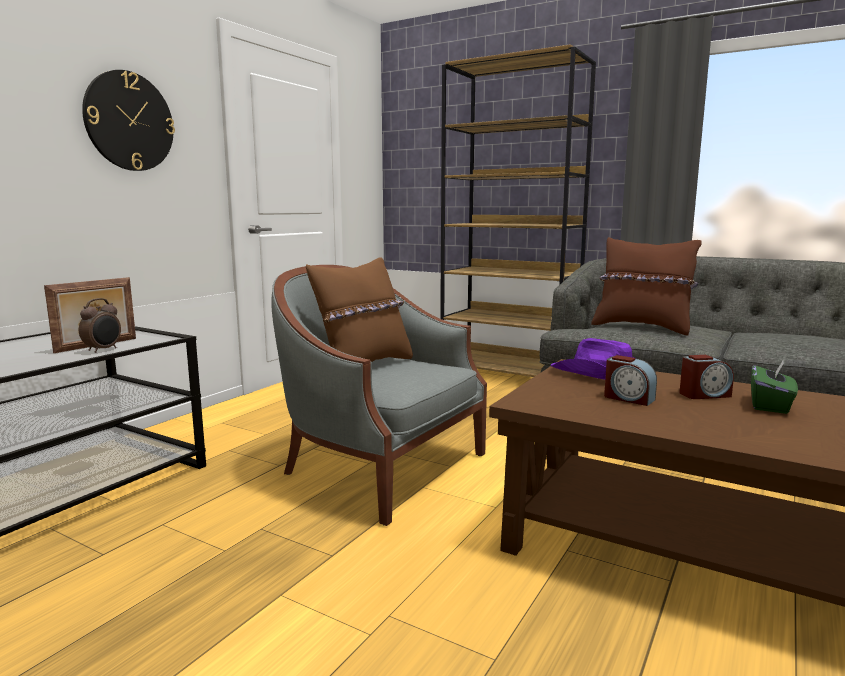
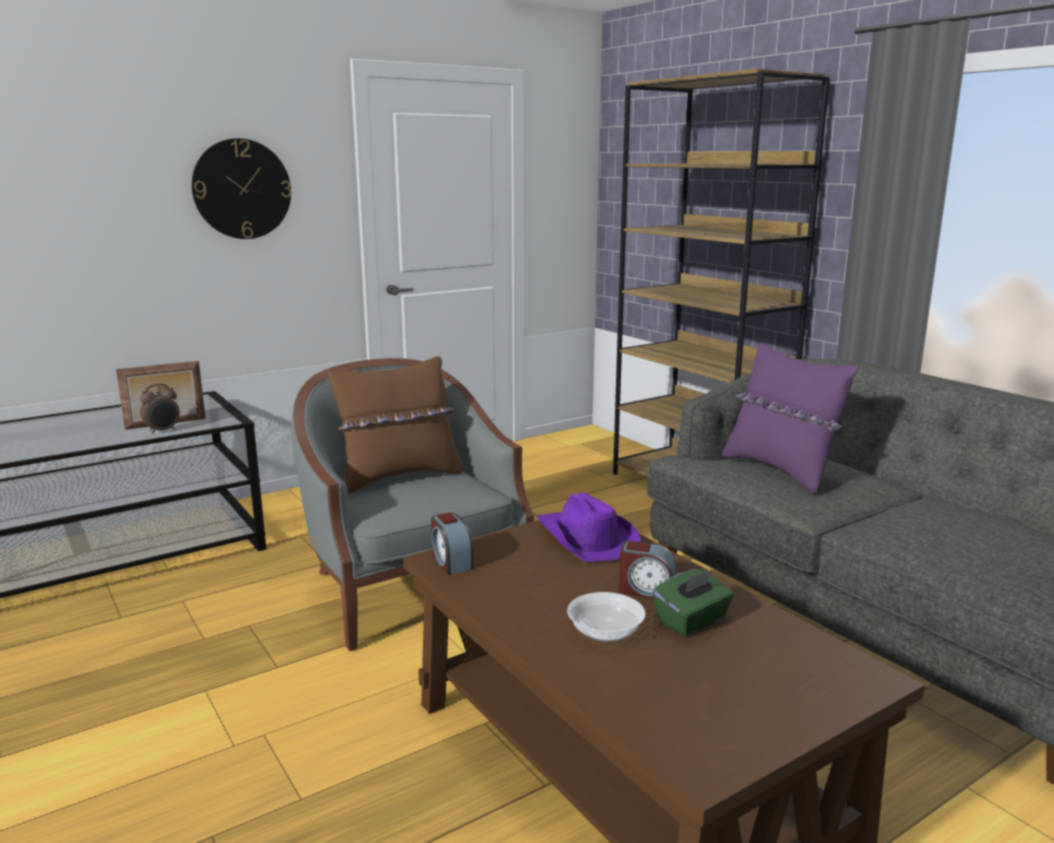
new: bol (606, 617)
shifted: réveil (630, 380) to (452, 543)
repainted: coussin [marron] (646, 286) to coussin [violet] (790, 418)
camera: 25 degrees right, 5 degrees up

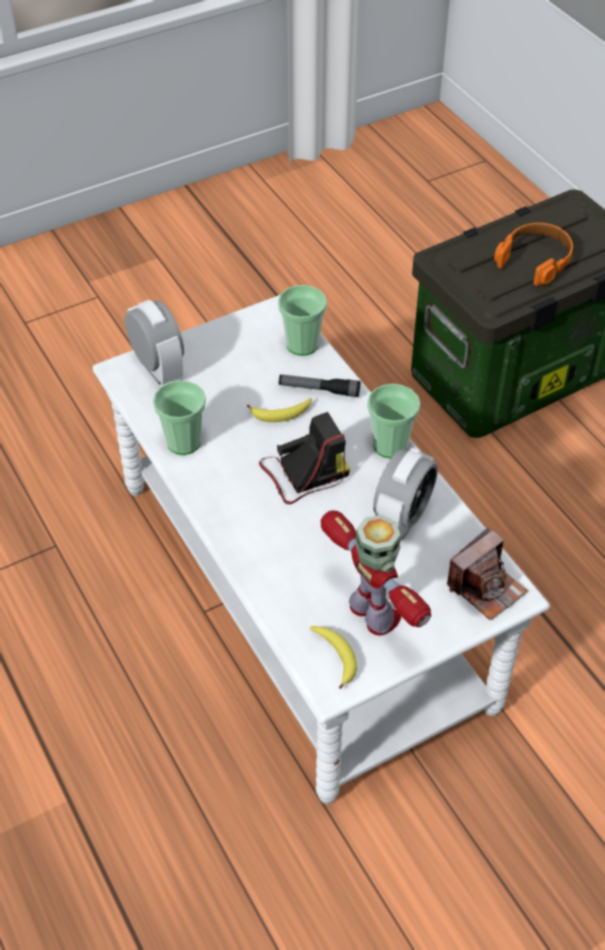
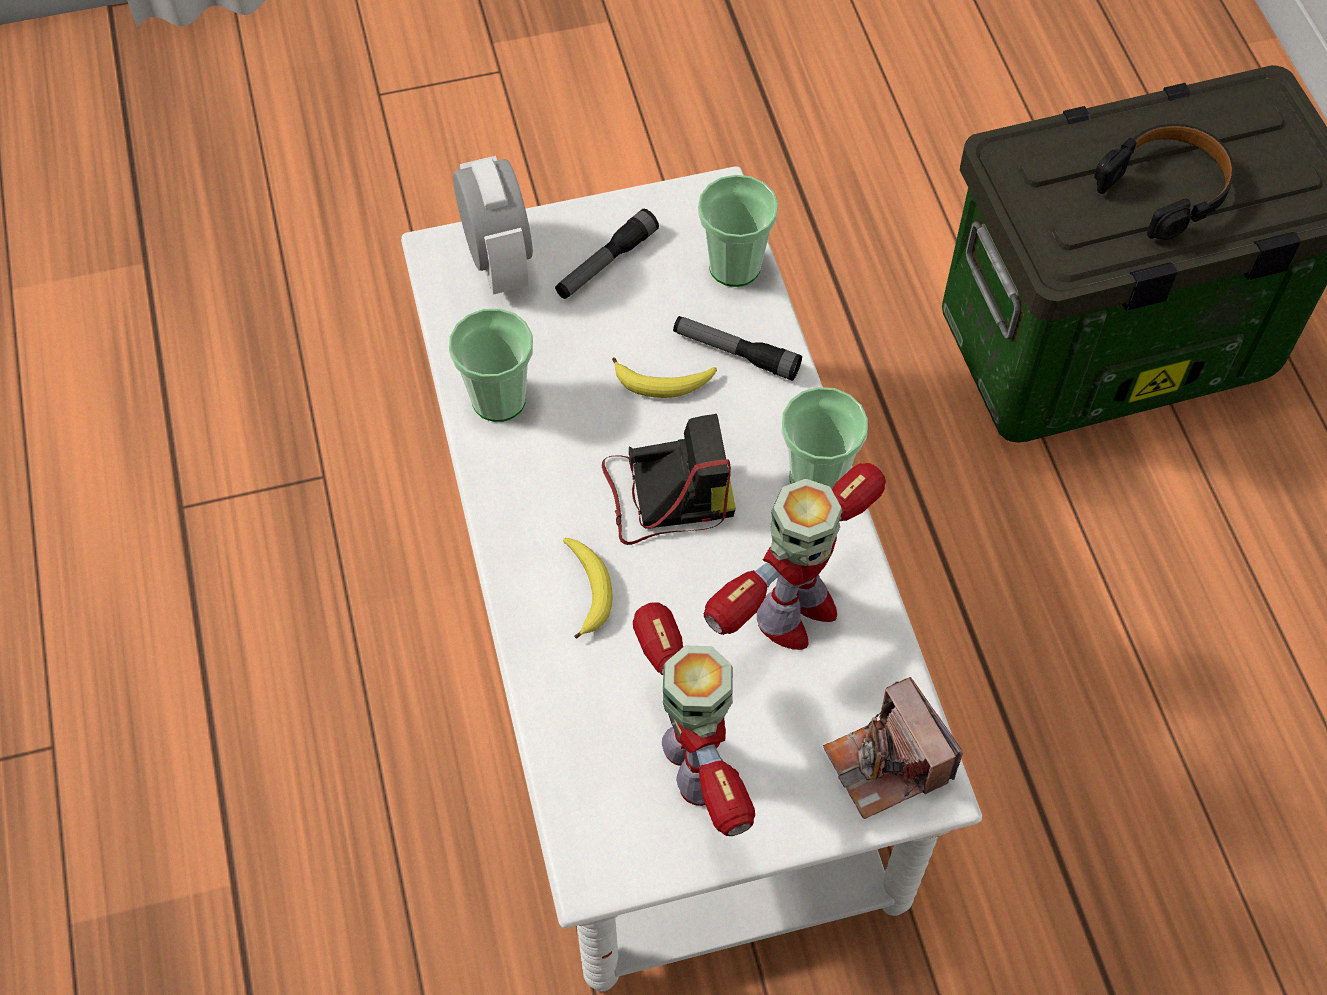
new: lampe de poche (607, 254)
shifted: banane (333, 657) to (588, 588)
swapped: réveil (405, 494) to robot jouet (795, 556)
repainted: casque audio [orange] (533, 254) to casque audio [noir] (1164, 182)
rotated: appareil photo (487, 574) = (893, 748) 90 degrees clockwise
camera: 15 degrees right, 10 degrees up

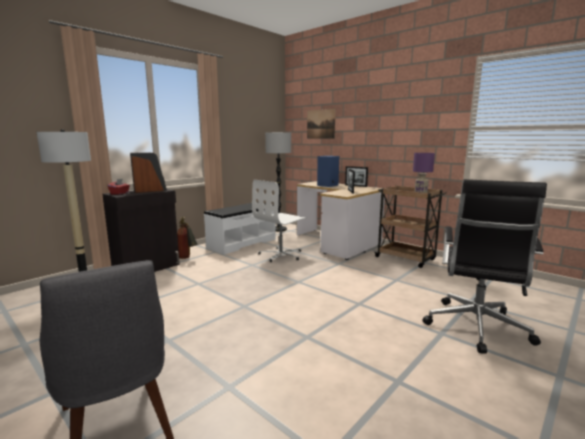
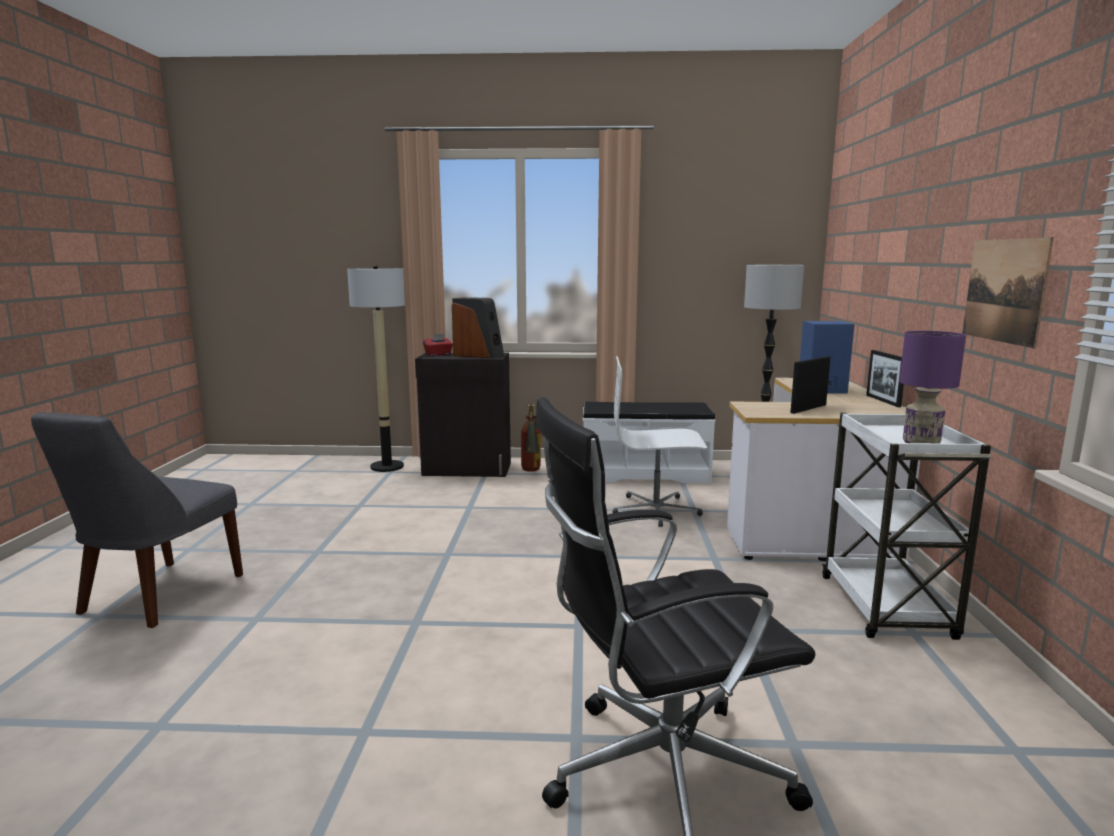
shifted: tableau (321, 124) to (1008, 292)
repainted: chariot [marron] (410, 226) to chariot [blanc] (906, 526)
camera: 50 degrees right, 0 degrees up

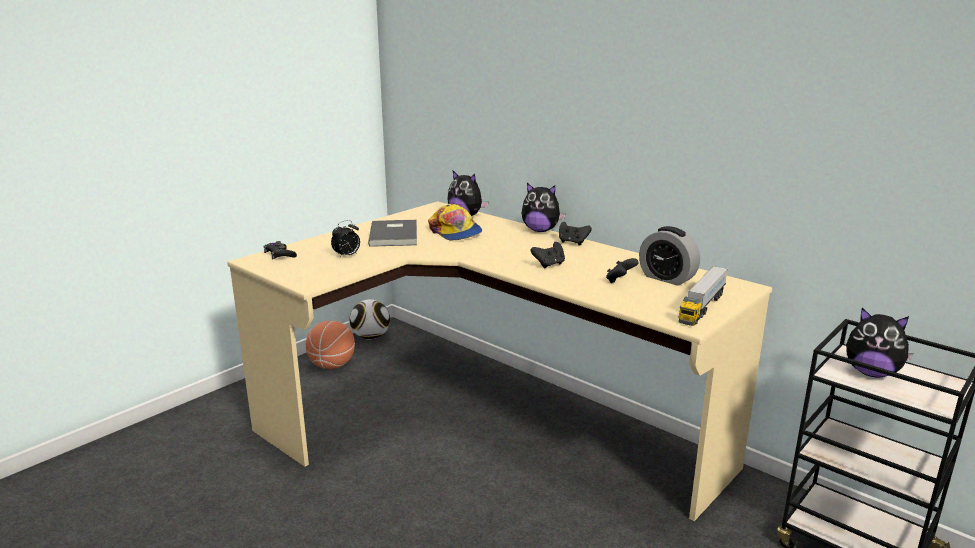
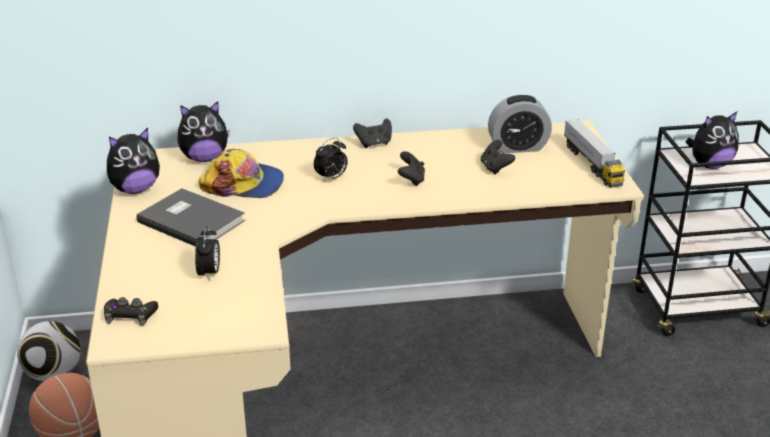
new: réveil (331, 159)
shifted: peluche (544, 207) to (133, 161)
camera: 50 degrees left, 10 degrees up

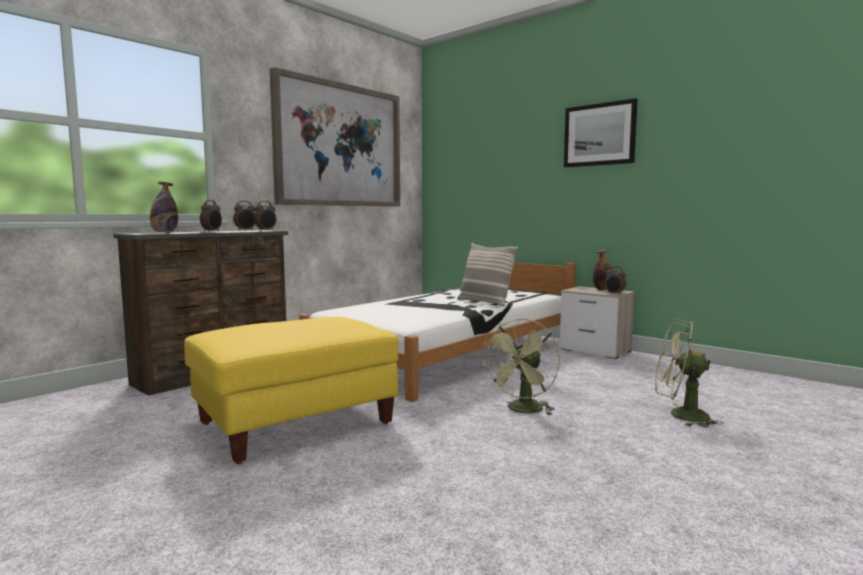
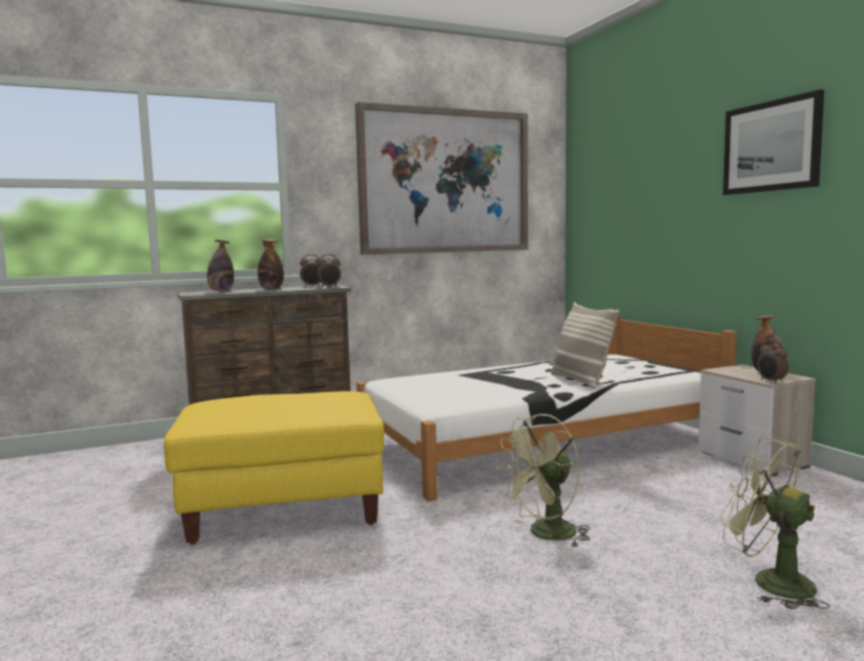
swapped: réveil (211, 216) to bouteille (270, 264)
camera: 25 degrees right, 0 degrees up

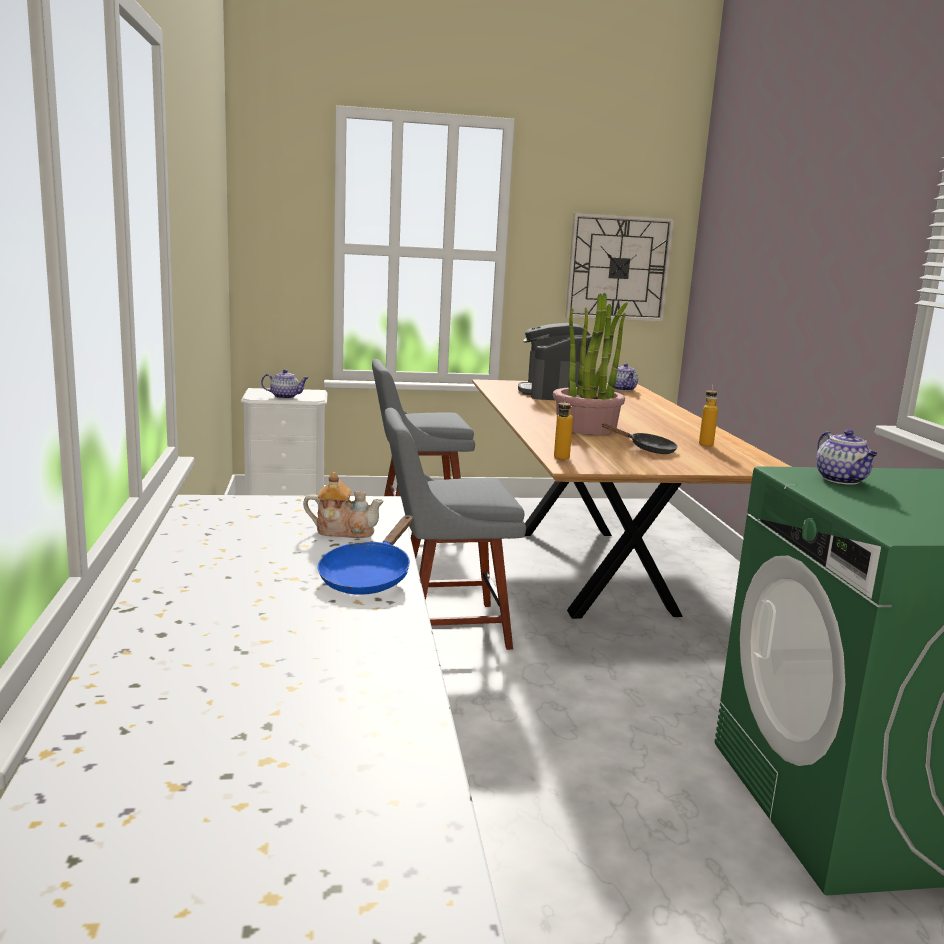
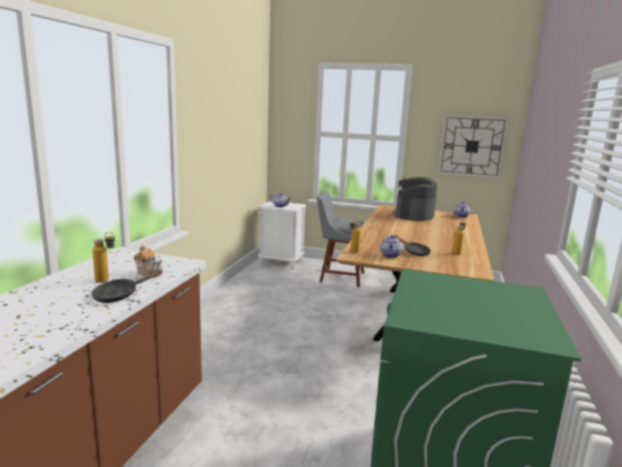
gone: plante en pot (590, 364); chaise [gris] (455, 529)
new: bouteille (103, 257)
shifted: théière (847, 457) to (391, 246)
repainted: poêle [bleu] (365, 555) to poêle [noir] (126, 286)
camera: 25 degrees right, 0 degrees up

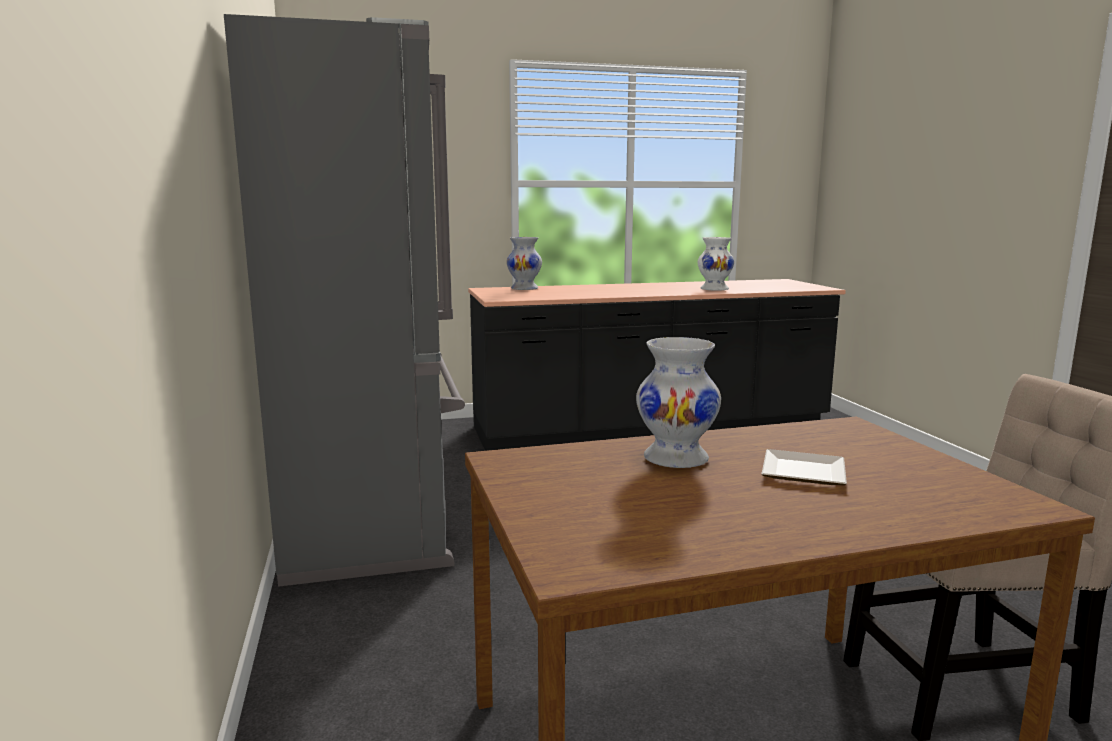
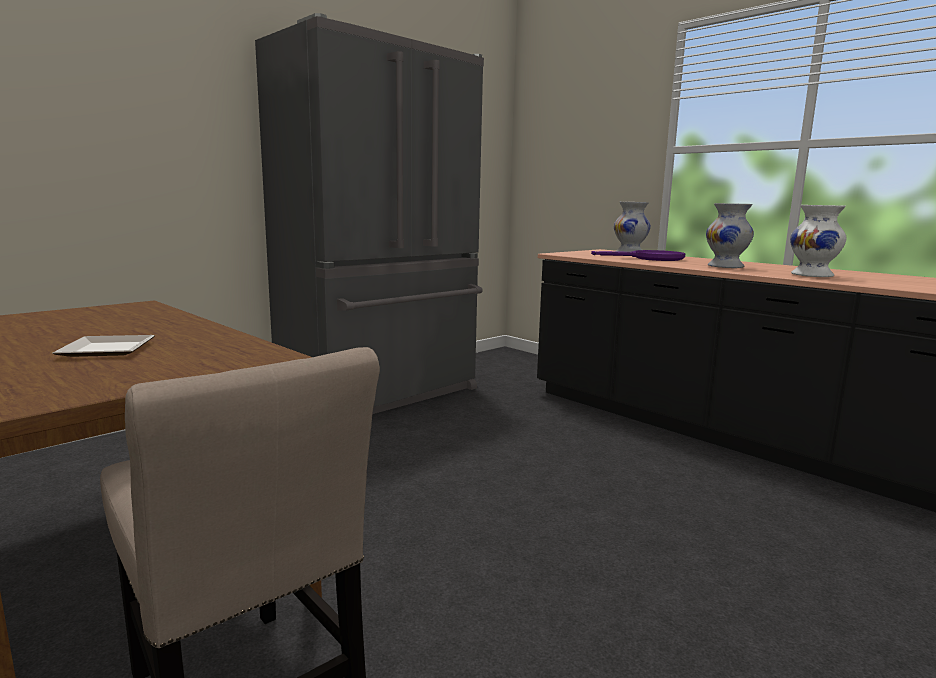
new: poêle [violet] (638, 255)
shifted: vase [blanc] (678, 402) to (730, 235)
camera: 60 degrees right, 0 degrees up

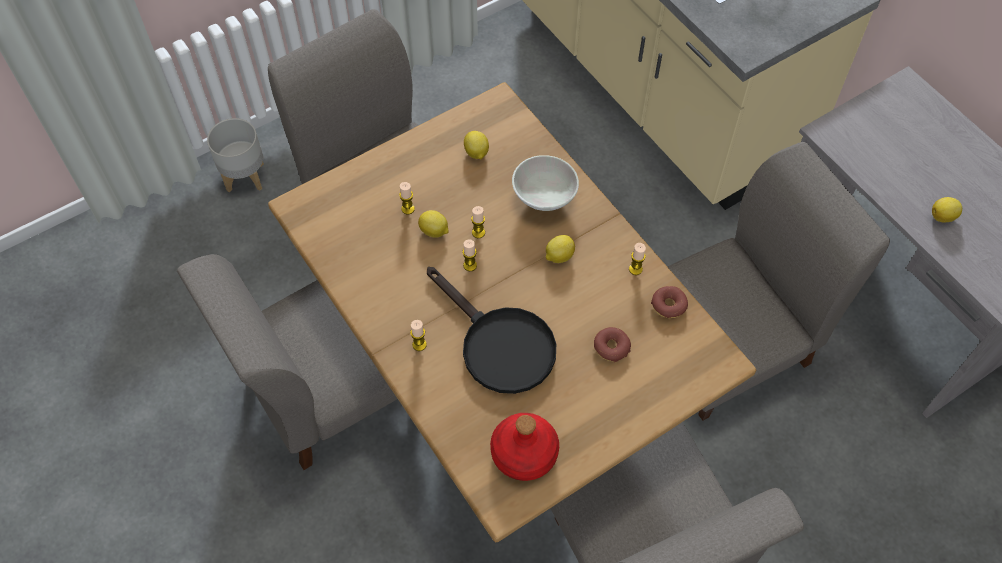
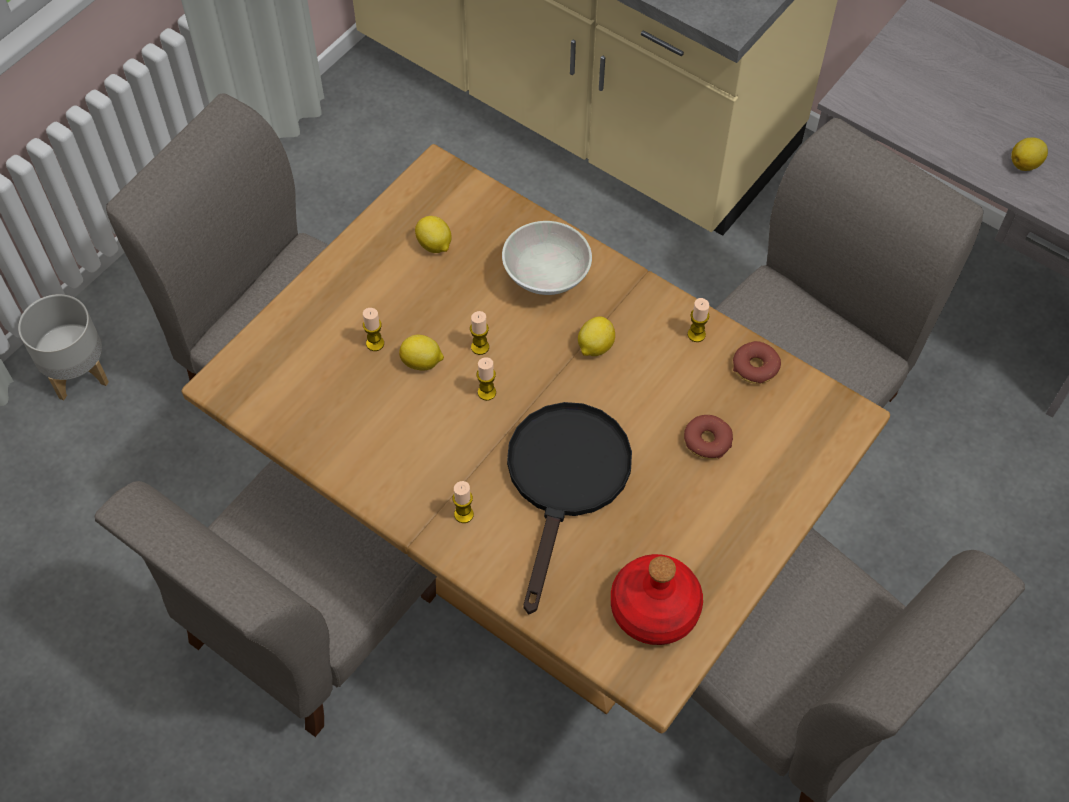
rotated: poêle [noir] (491, 330) = (569, 508) 105 degrees counterclockwise
camera: 20 degrees left, 0 degrees up

